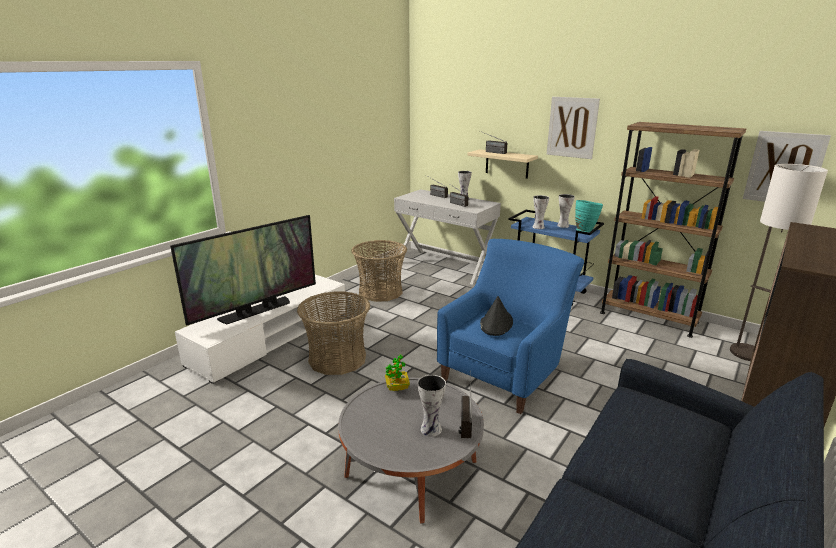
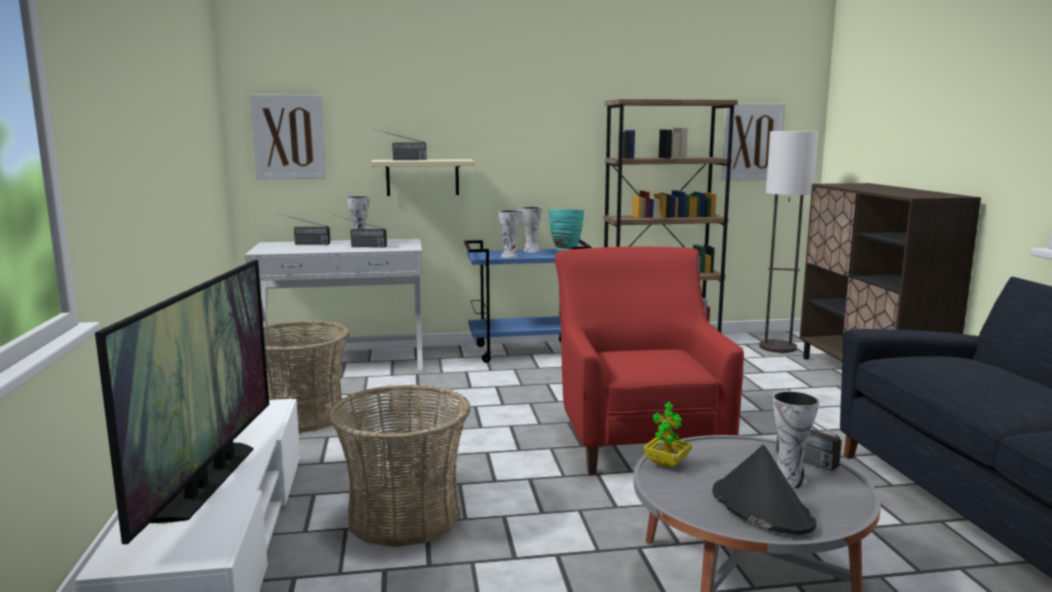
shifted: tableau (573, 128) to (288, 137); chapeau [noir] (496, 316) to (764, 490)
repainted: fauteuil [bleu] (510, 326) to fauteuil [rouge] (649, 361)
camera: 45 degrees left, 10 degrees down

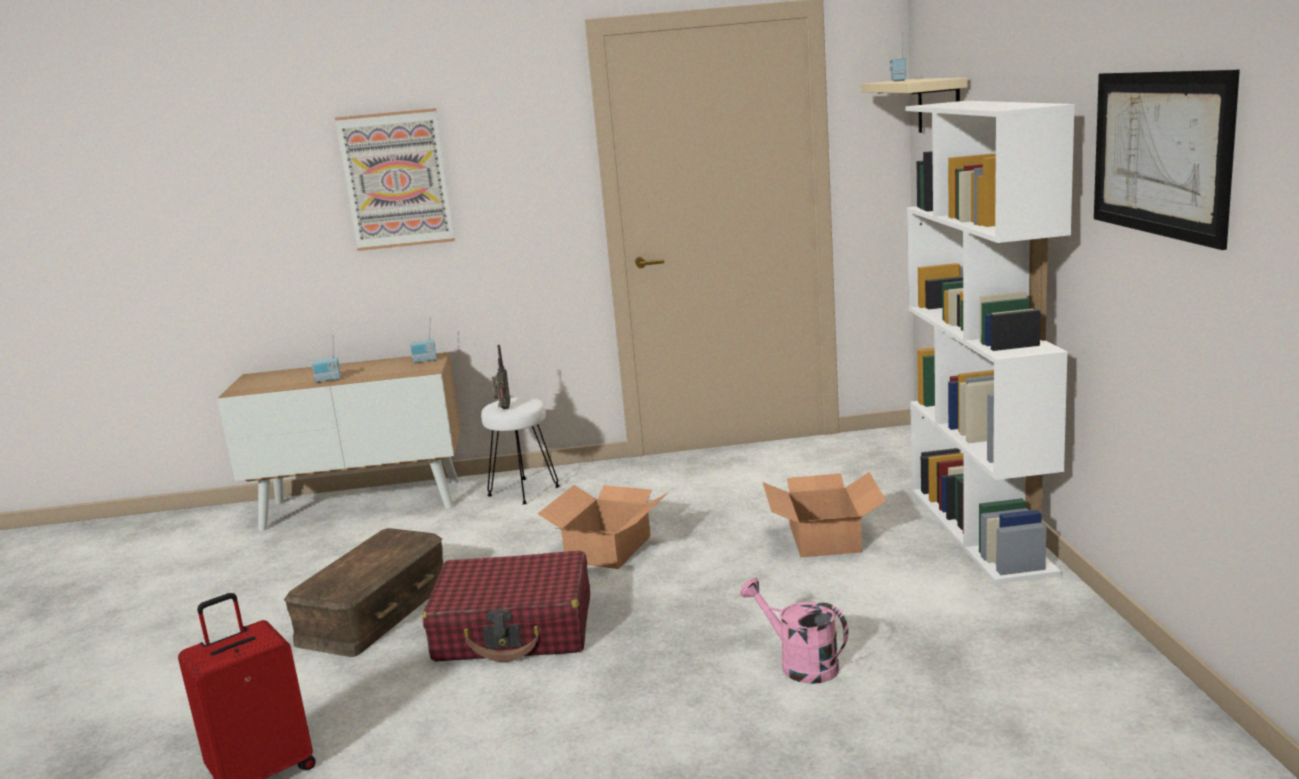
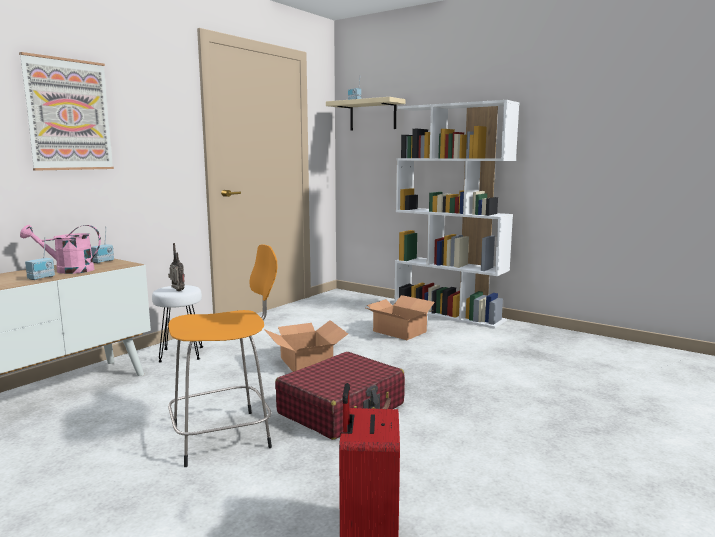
gone: tableau (1167, 160)
shifted: arrosoir [rose] (794, 631) to (60, 249)
swapped: boîte de rangement [marron] (363, 592) to tabouret [orange] (223, 355)
camera: 50 degrees left, 5 degrees down

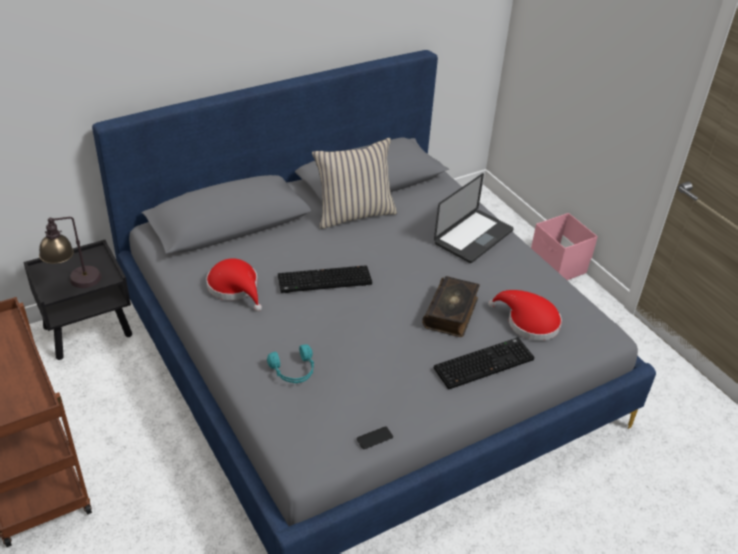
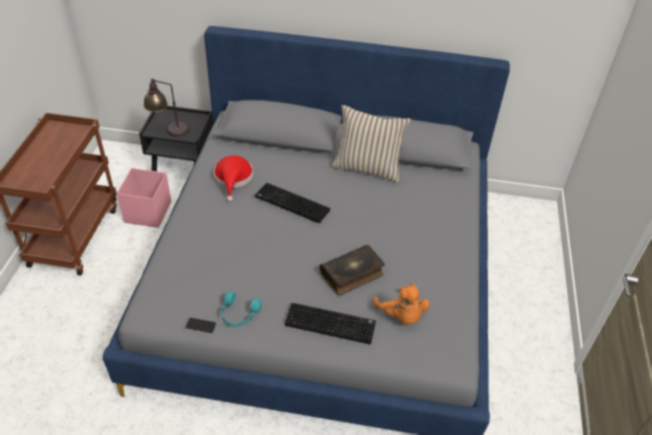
gone: ordinateur portable (474, 218)
shifted: boîte de rangement [rose] (564, 246) to (144, 198); casque audio [turquoise] (290, 363) to (241, 309)
swapped: chapeau [rouge] (525, 315) to peluche [orange] (402, 303)
camera: 40 degrees right, 5 degrees up

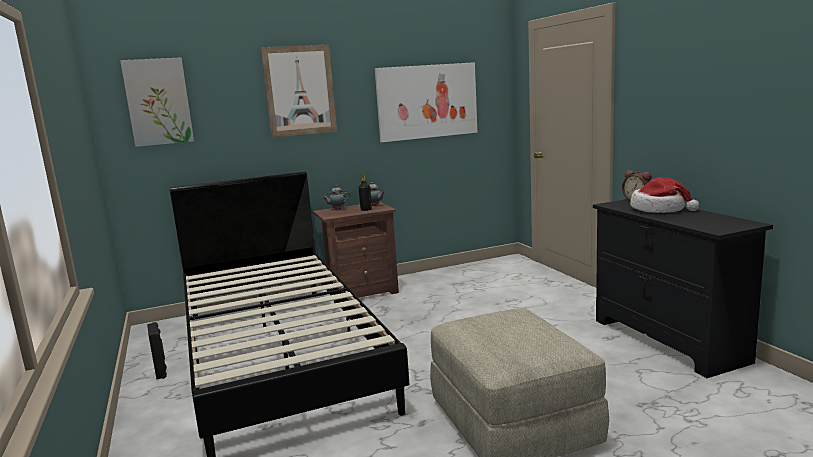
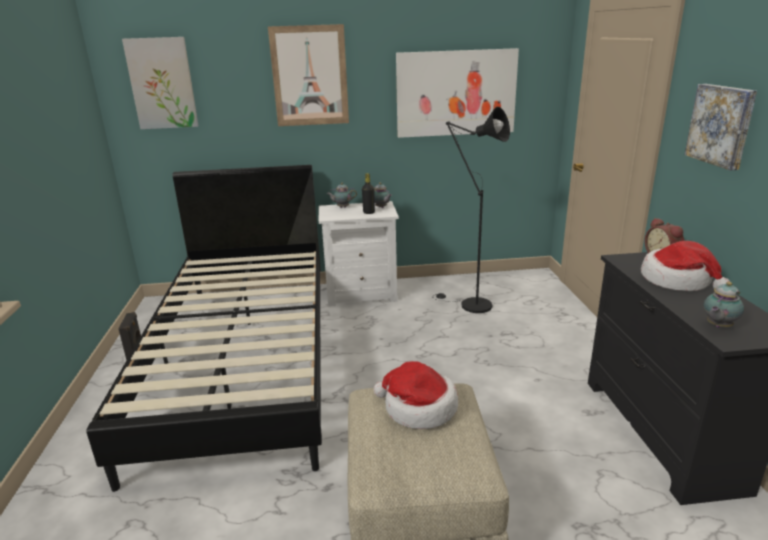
new: tableau (720, 127); lampadaire [noir] (472, 210); théière (723, 305); chapeau (416, 395)
repainted: table de chevet [marron] (356, 252) to table de chevet [blanc] (359, 254)
camera: 15 degrees right, 10 degrees up

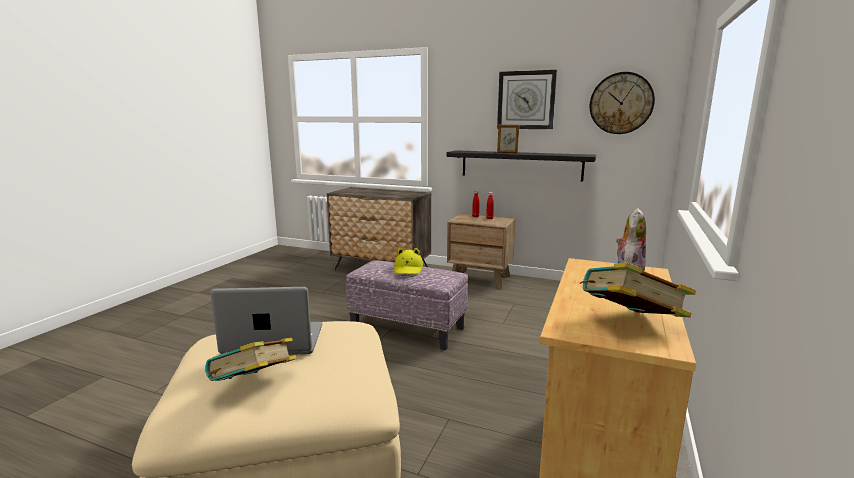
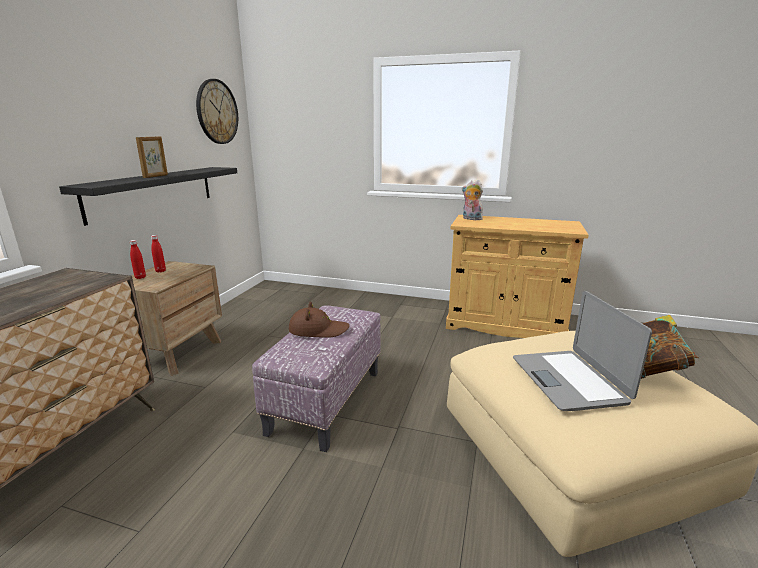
gone: horloge murale (527, 99); livre (638, 289)
repainted: chapeau [jaune] (408, 261) to chapeau [marron] (319, 320)
camera: 95 degrees left, 5 degrees up

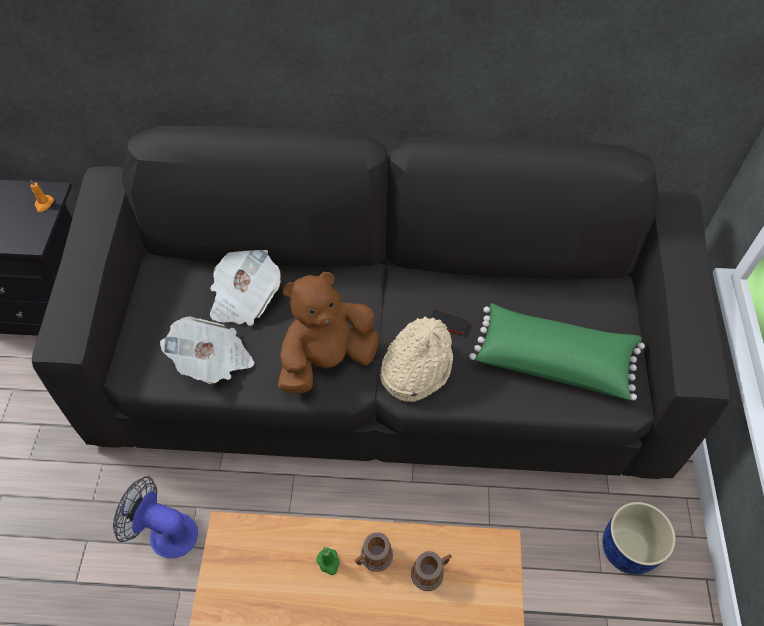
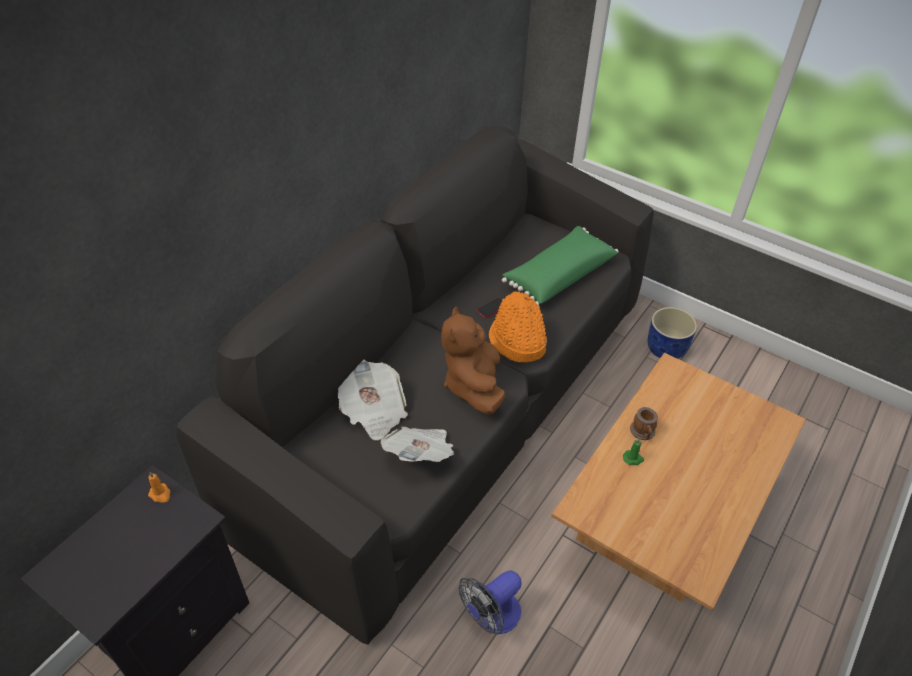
gone: mug (431, 571)
repainted: chapeau [beige] (416, 359) to chapeau [orange] (518, 326)
camera: 60 degrees left, 10 degrees down

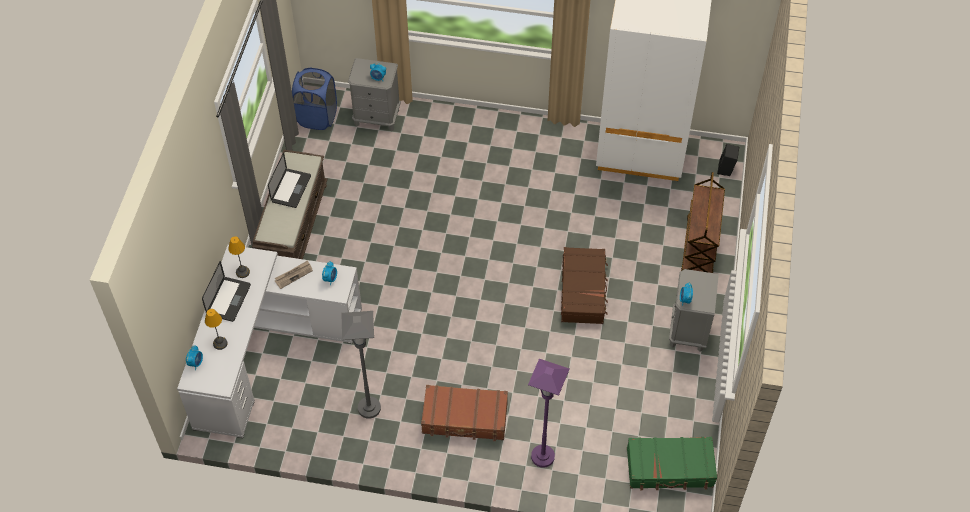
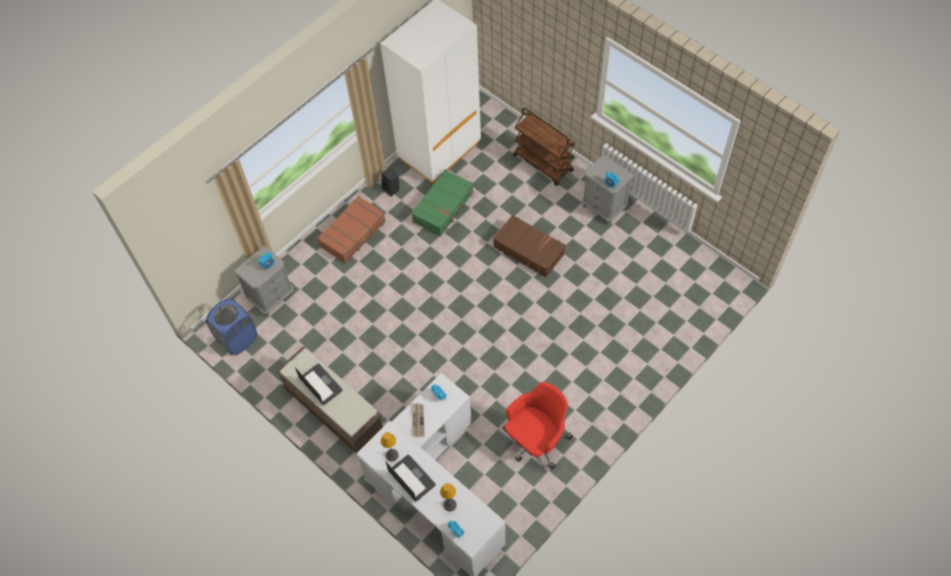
gone: lampadaire [violet] (549, 413)
shifted: enceinte [noir] (728, 160) to (390, 182); valise [marron] (464, 413) to (351, 229); valise [vert] (672, 463) to (442, 203)
swapped: lampadaire [gris] (361, 365) to chaise de bureau [rouge] (538, 426)
camera: 55 degrees left, 5 degrees up

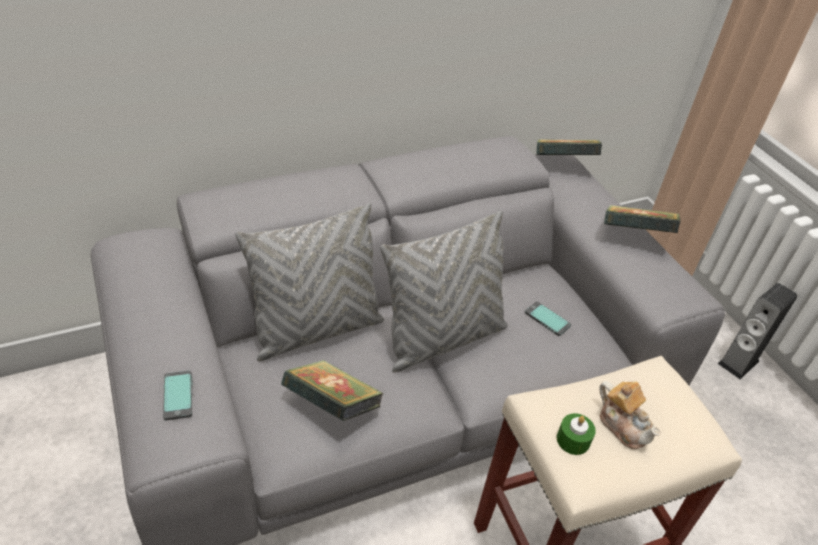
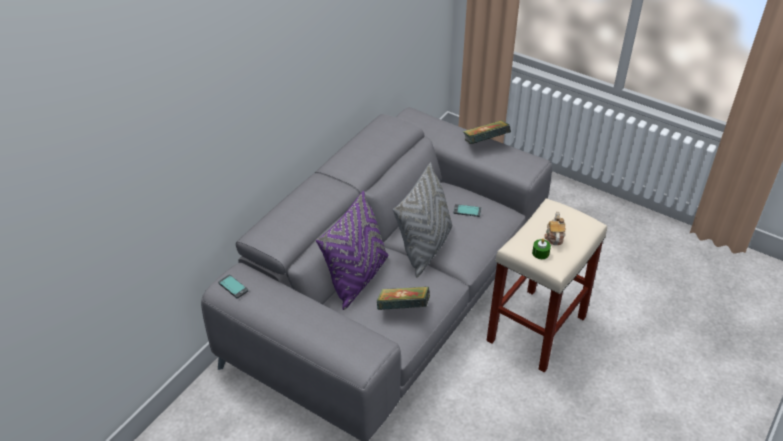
gone: livre (569, 147); enceinte (757, 331)
shifted: téléphone (178, 396) to (233, 286)
repainted: coussin [gris] (309, 282) to coussin [violet] (352, 250)
rotated: théière (630, 415) = (555, 228) 105 degrees counterclockwise
camera: 30 degrees left, 0 degrees up

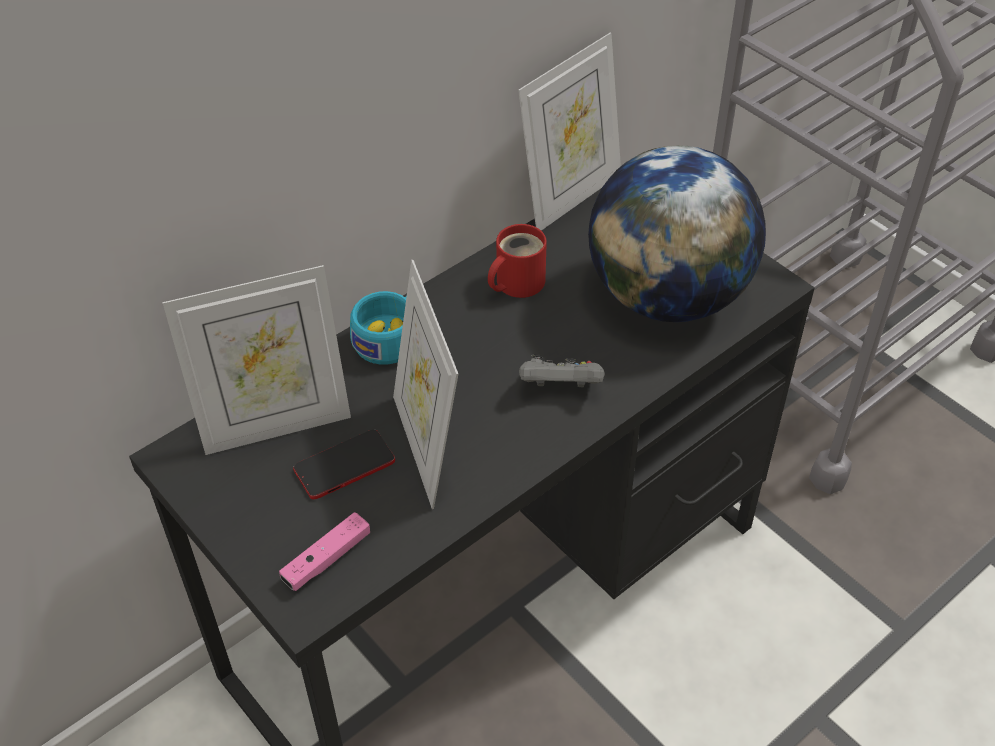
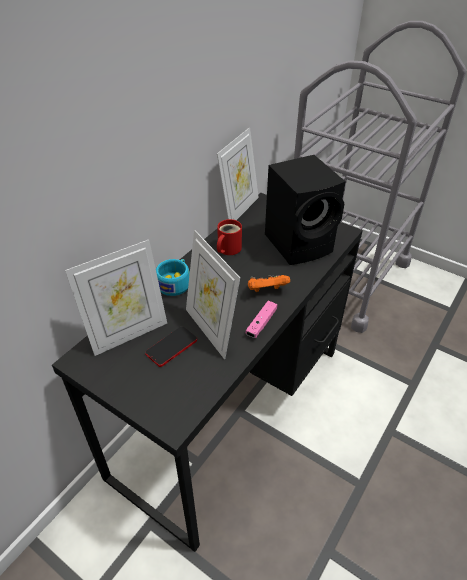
shifted: manette [rose] (324, 551) to (261, 319)
swapped: globe (677, 233) to enceinte [noir] (305, 210)
repainted: manette [gris] (562, 371) to manette [orange] (269, 283)
camera: 15 degrees left, 5 degrees down

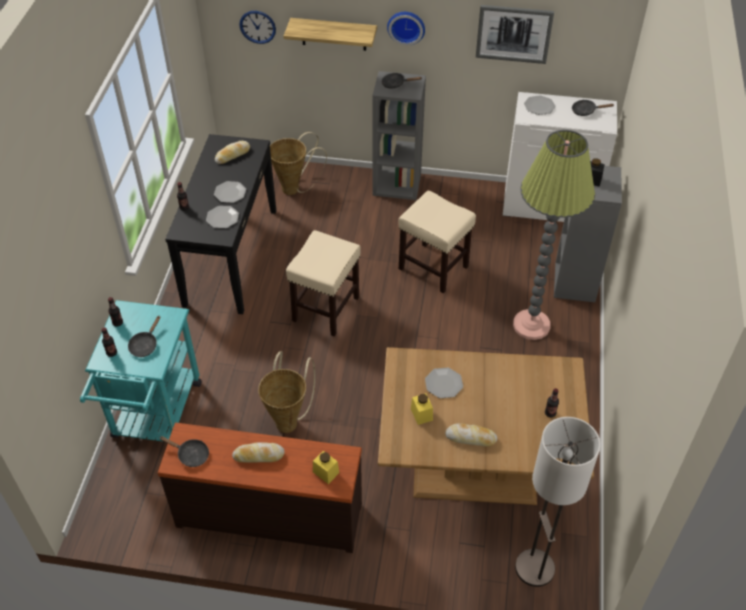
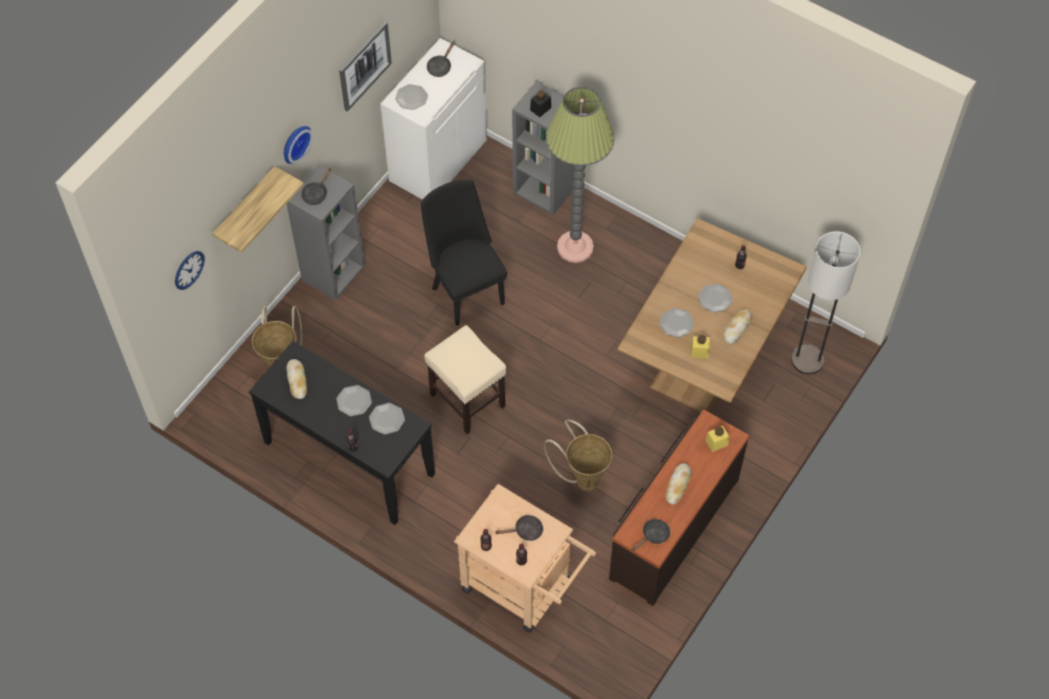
new: assiette (715, 298)
swapped: tabouret [beige] (437, 242) to chaise [noir] (464, 253)
repainted: chariot [turquoise] (140, 371) to chariot [beige] (525, 558)
rotated: poêle [noir] (144, 336) = (519, 528) 60 degrees counterclockwise
camera: 65 degrees left, 10 degrees up

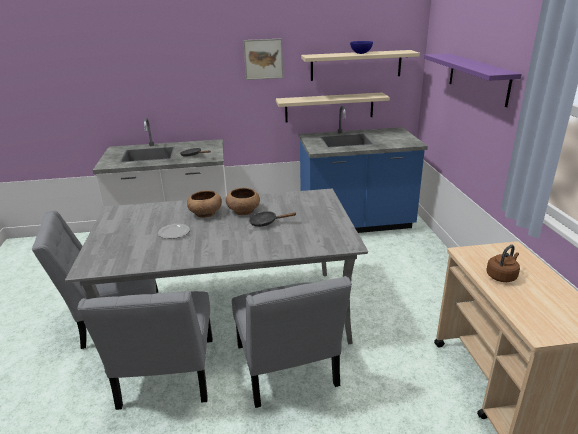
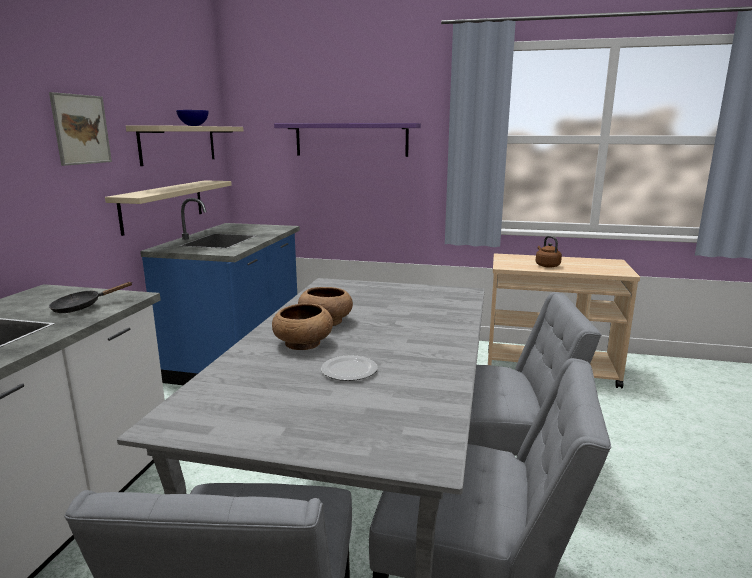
gone: poêle [noir] (272, 219)
camera: 70 degrees left, 10 degrees down

